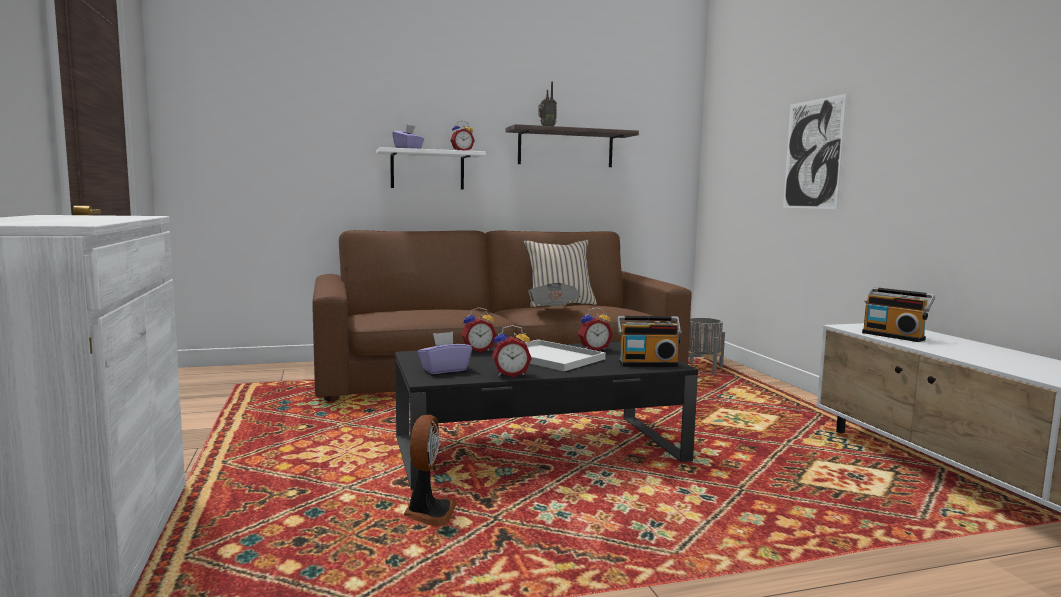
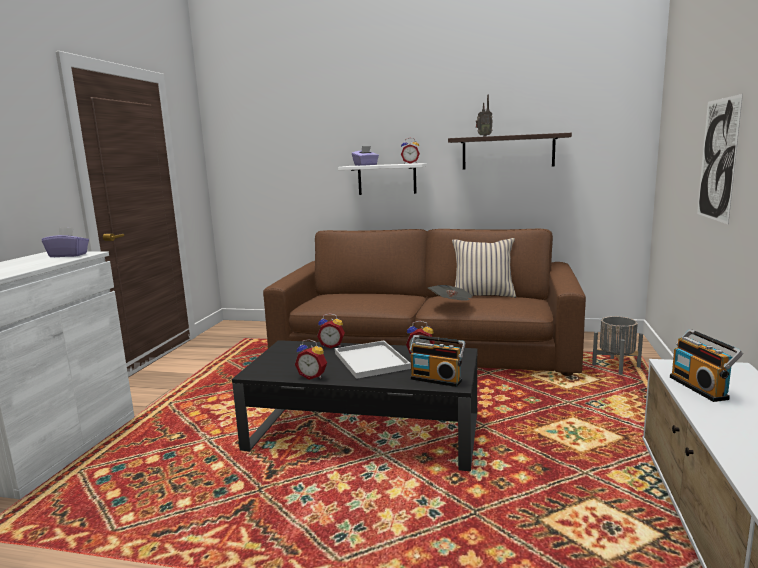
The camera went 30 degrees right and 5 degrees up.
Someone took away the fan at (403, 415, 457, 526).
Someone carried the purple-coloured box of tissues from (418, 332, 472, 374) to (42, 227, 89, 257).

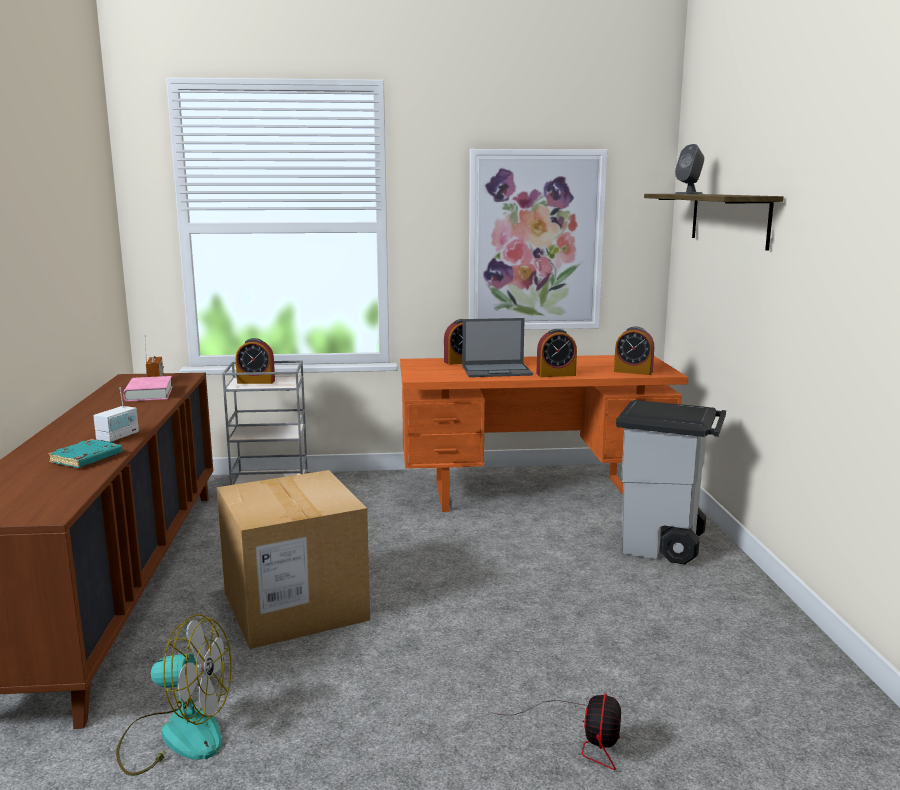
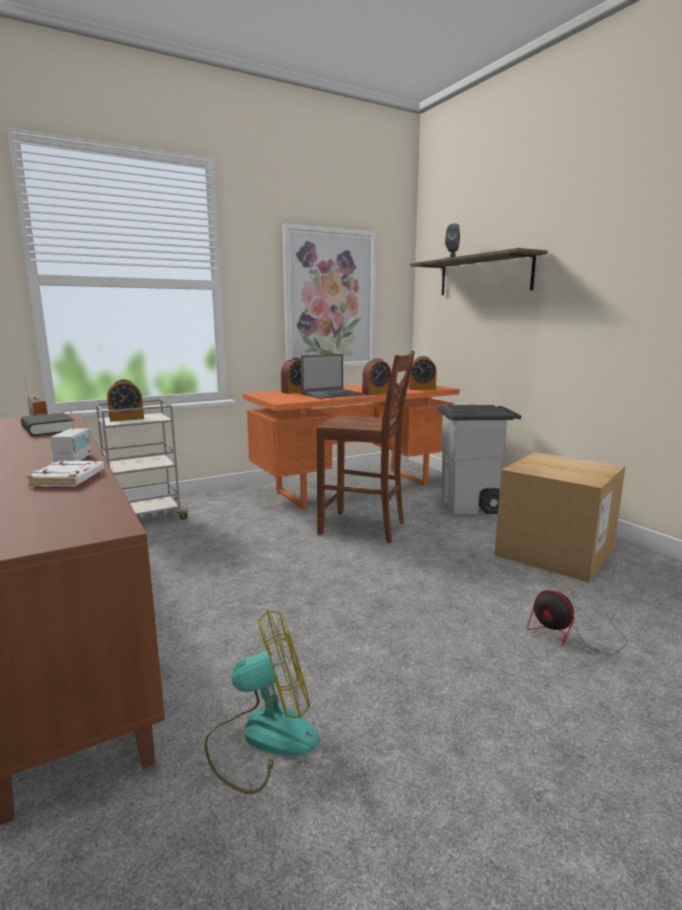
The camera went 25 degrees left and 0 degrees up.
Someone repainted the turquoise volume at (48, 439, 122, 468), which became the white-coloured volume at (26, 461, 104, 487).
Someone repainted the pinkish volume at (123, 376, 173, 402), which became the blackish volume at (21, 412, 74, 436).
Someone carried the carton from (217, 470, 370, 649) to (495, 452, 625, 583).
Someone rotated the fan at (494, 693, 621, 770) by 150 degrees clockwise.
Someone put down the brown plain chair at (317, 351, 415, 543).

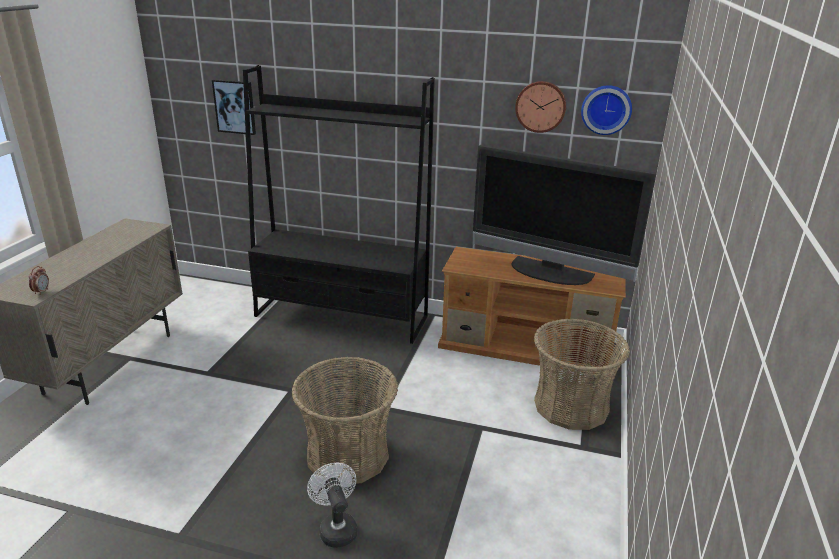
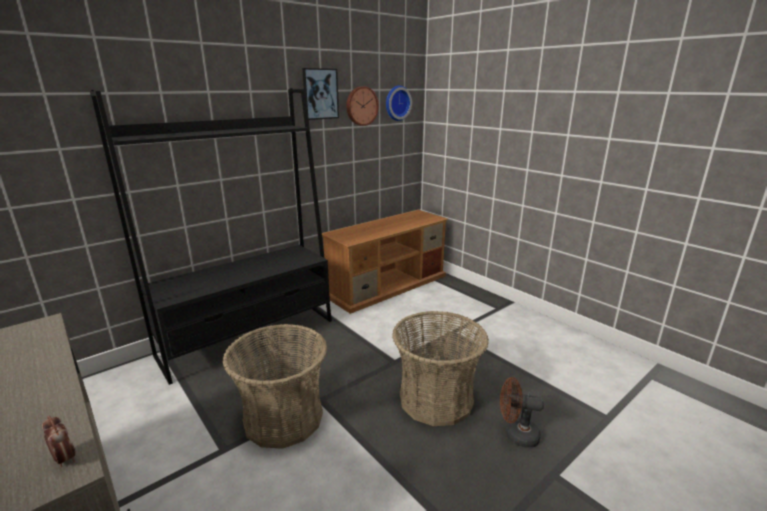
The camera went 55 degrees left and 5 degrees down.
Someone carried the wall picture from (212, 79, 256, 135) to (302, 68, 339, 120).
Someone repainted the white-coloured fan at (307, 463, 357, 548), which became the brown fan at (500, 377, 544, 448).
Someone took away the television at (473, 145, 656, 285).
Someone carried the basket from (534, 319, 630, 430) to (222, 324, 327, 449).

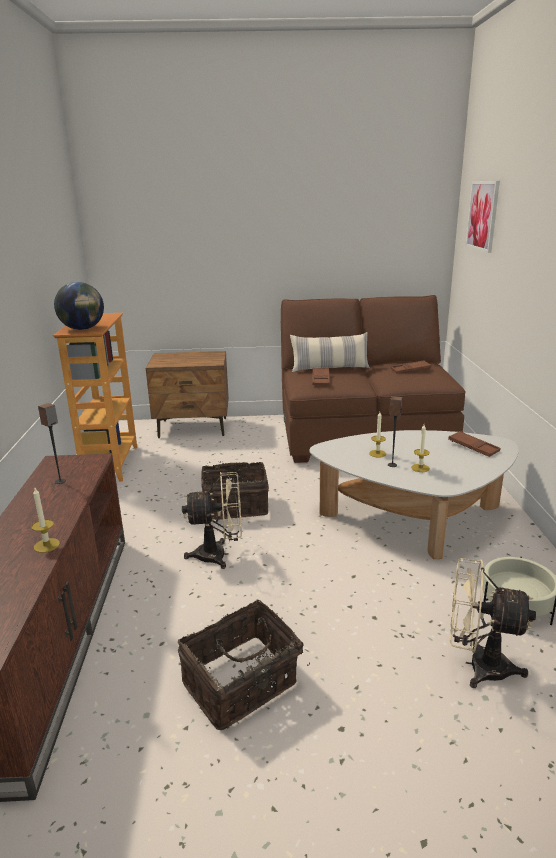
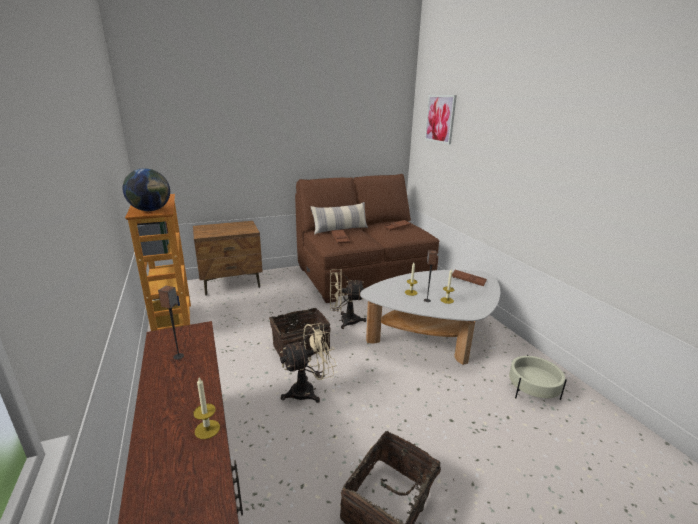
The camera went 20 degrees left and 0 degrees up.
Someone carried the beige fan from (450, 558, 536, 688) to (330, 269, 366, 329).

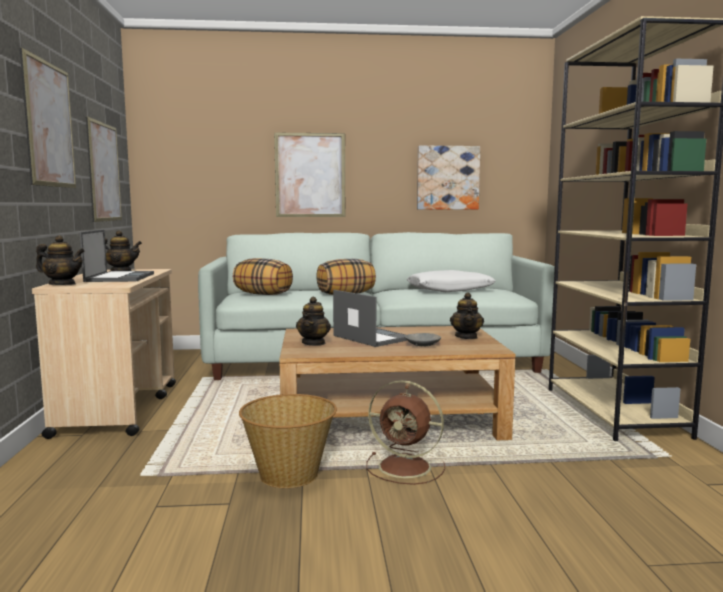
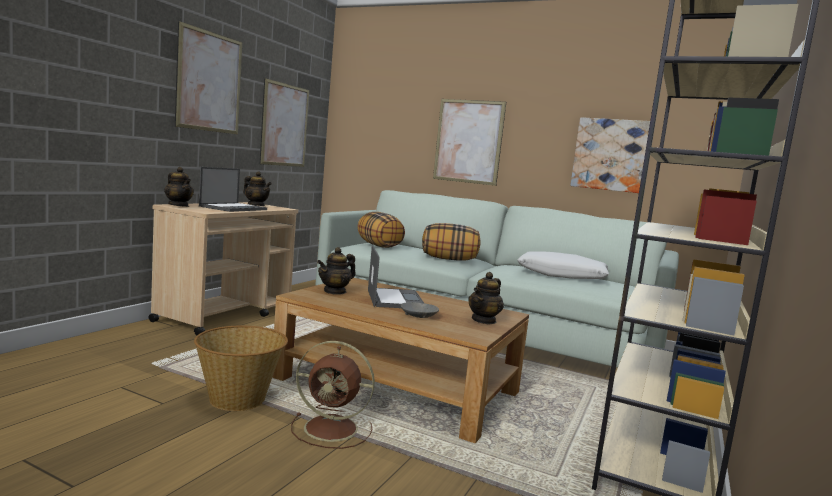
The camera went 30 degrees right and 0 degrees up.
Someone rotated the brown fan at (366, 380, 445, 485) by 45 degrees counterclockwise.

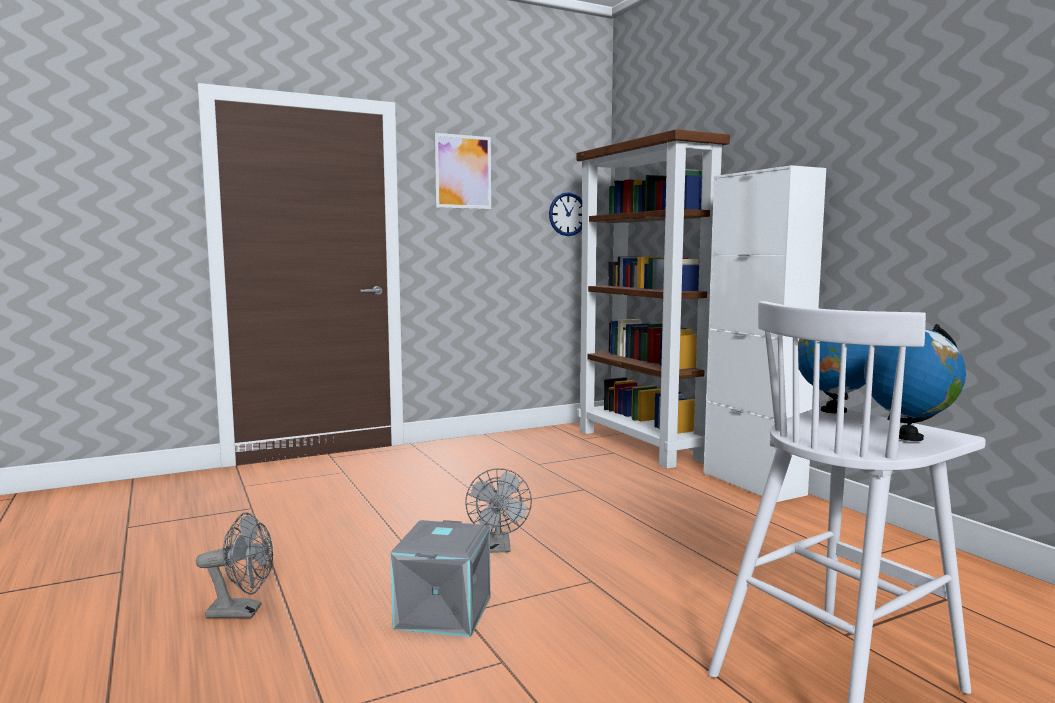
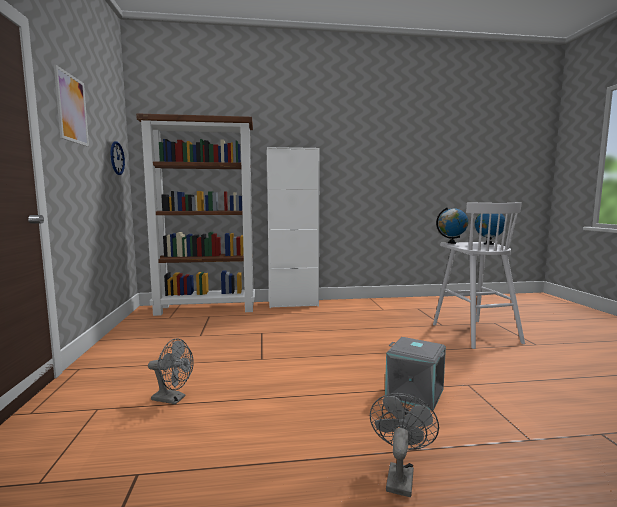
The camera went 70 degrees left and 0 degrees up.
Someone carried the greyish fan from (465, 468, 532, 553) to (148, 338, 194, 405).

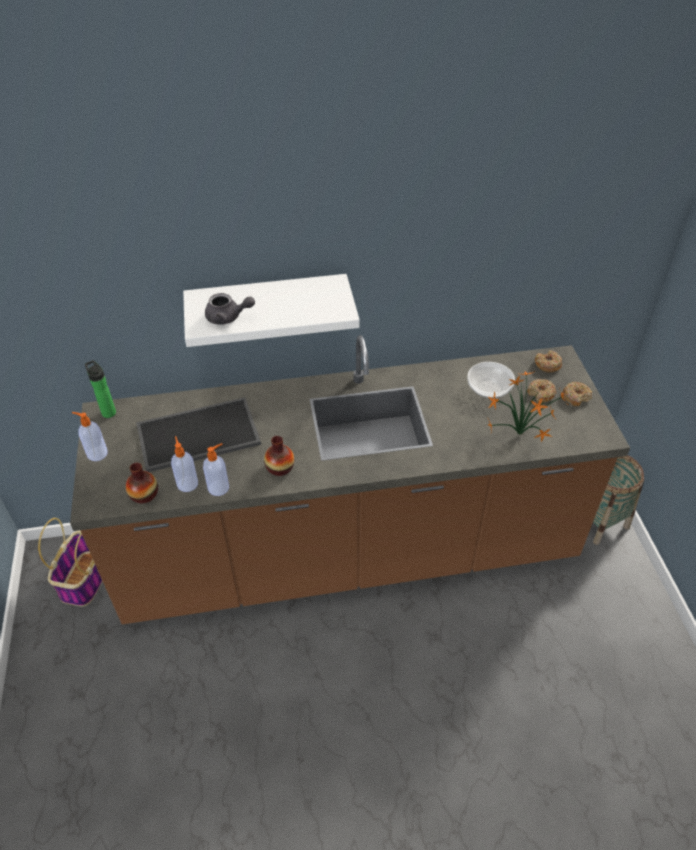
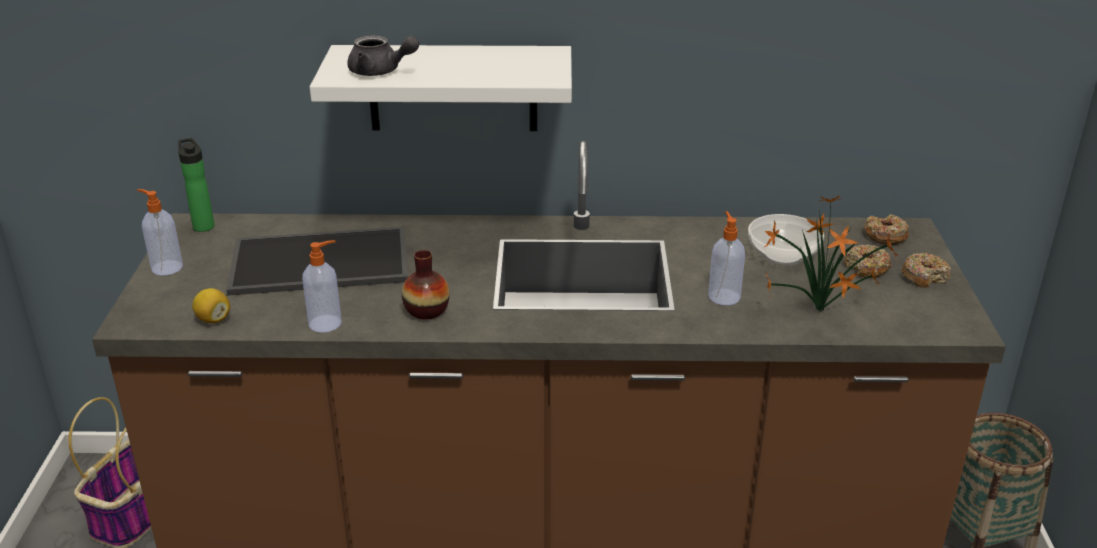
The camera went 10 degrees right and 15 degrees down.
Someone swapped the vase at (126, 463, 158, 503) for the whole lemon at (192, 288, 230, 323).
Someone carried the soap dispenser from (171, 436, 198, 492) to (708, 211, 745, 305).

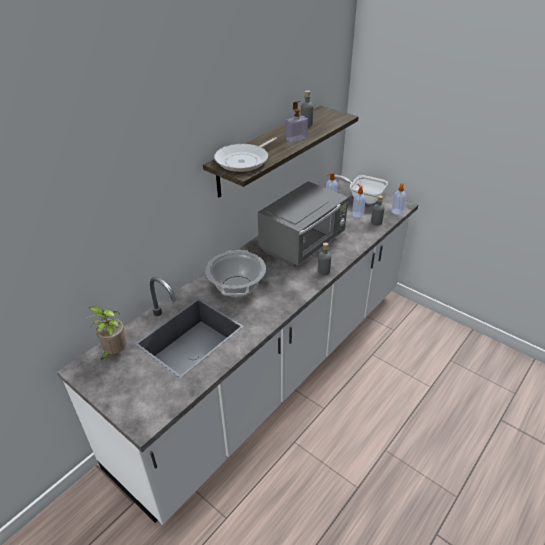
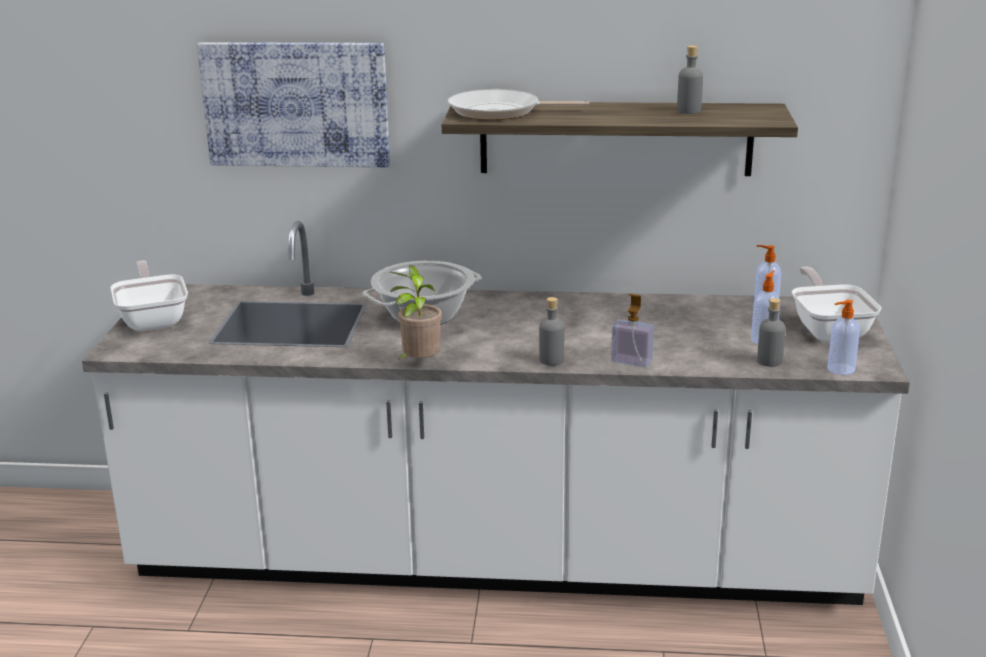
The camera went 55 degrees right and 15 degrees down.
Someone carried the houseplant from (86, 306, 126, 360) to (390, 265, 442, 359).
Someone took away the greyish kitchen microwave at (258, 181, 348, 267).
Someone carried the soap dispenser from (286, 101, 308, 143) to (611, 294, 654, 367).
Someone put down the skillet at (111, 260, 188, 331).
Someone put up the wall picture at (197, 42, 390, 167).

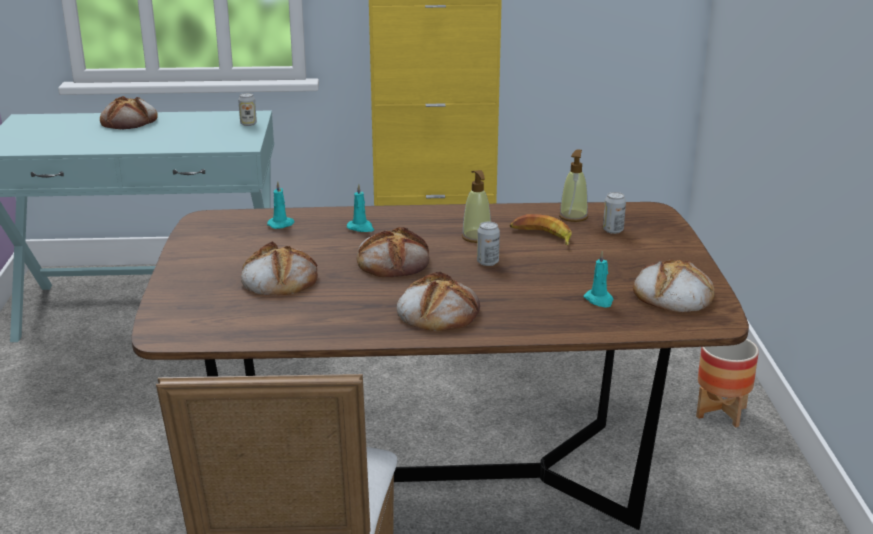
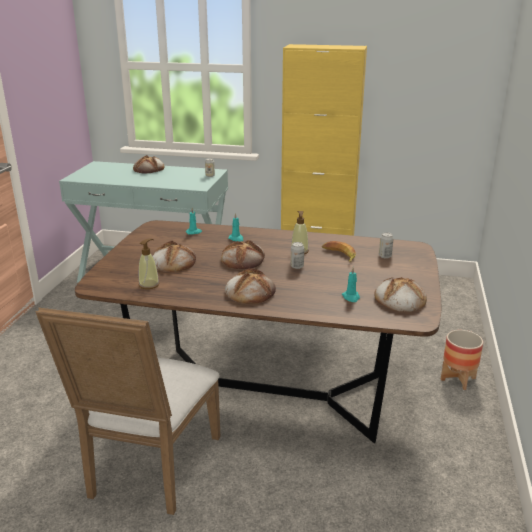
The camera went 15 degrees right and 0 degrees up.
Someone carried the soap dispenser from (559, 149, 588, 222) to (139, 238, 159, 289).

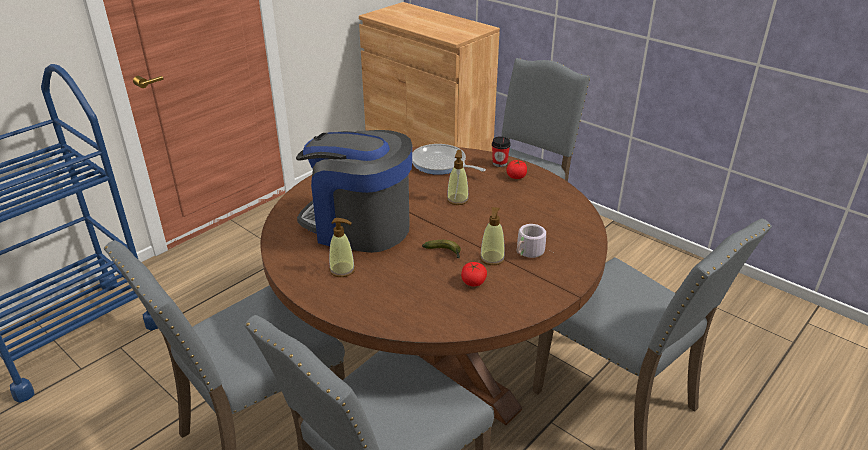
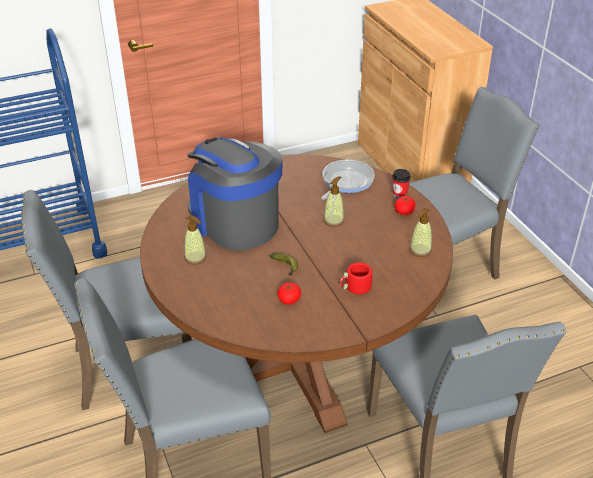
The camera went 25 degrees right and 5 degrees up.
Someone rotated the skillet at (412, 144, 486, 175) by 60 degrees clockwise.
Someone carried the soap dispenser from (480, 207, 505, 265) to (410, 208, 432, 257).
Someone repainted the greyish mug at (517, 224, 553, 258), which became the red mug at (340, 262, 377, 294).

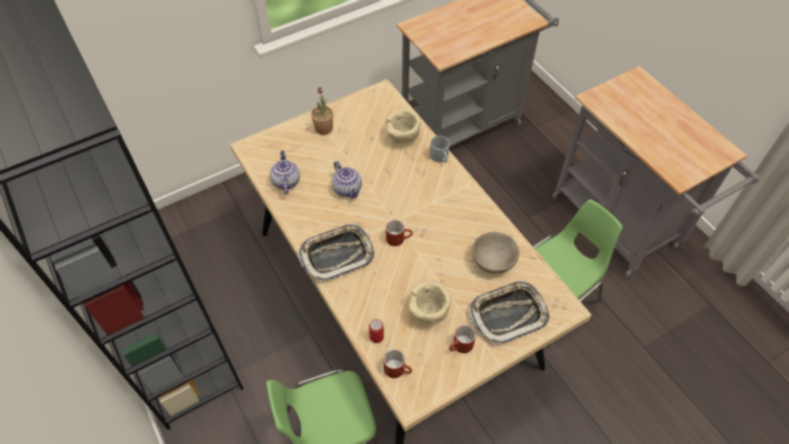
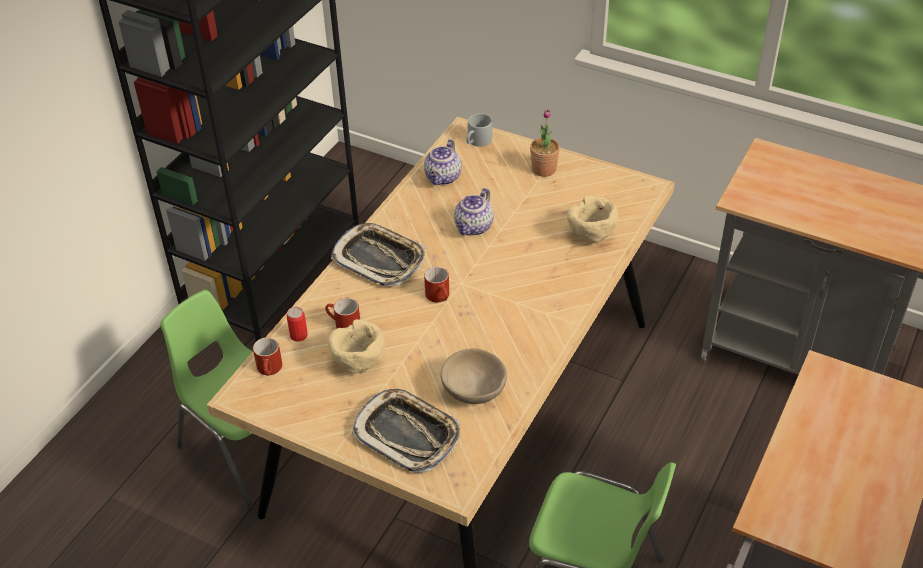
The camera went 60 degrees right and 10 degrees down.
Someone rotated the teapot at (270, 150, 300, 194) by 150 degrees clockwise.
Someone carried the greyish mug from (430, 136, 450, 163) to (466, 113, 492, 147).
Someone carried the red mug from (449, 325, 476, 353) to (325, 298, 360, 329).

